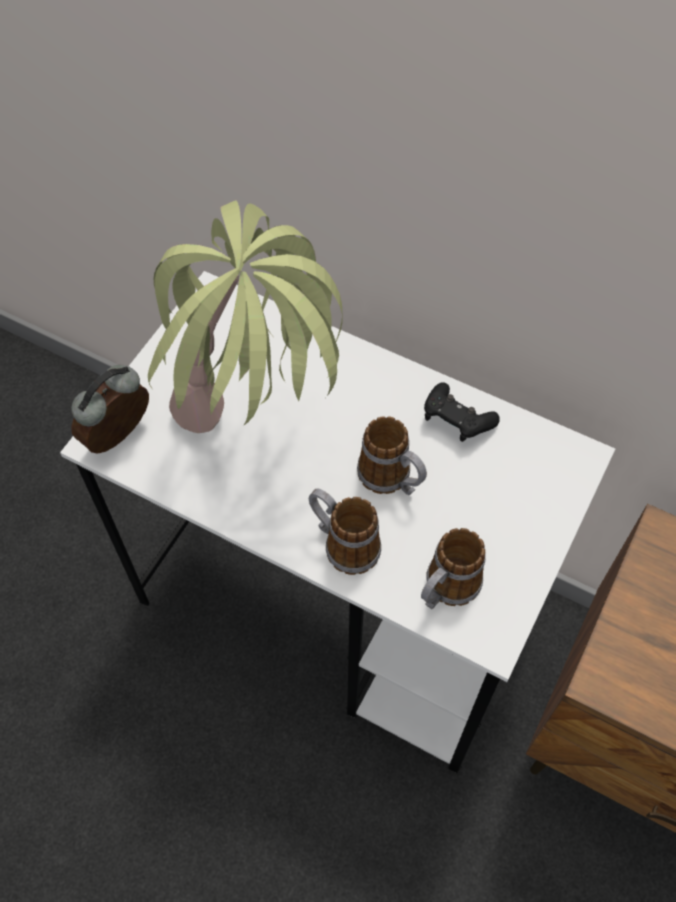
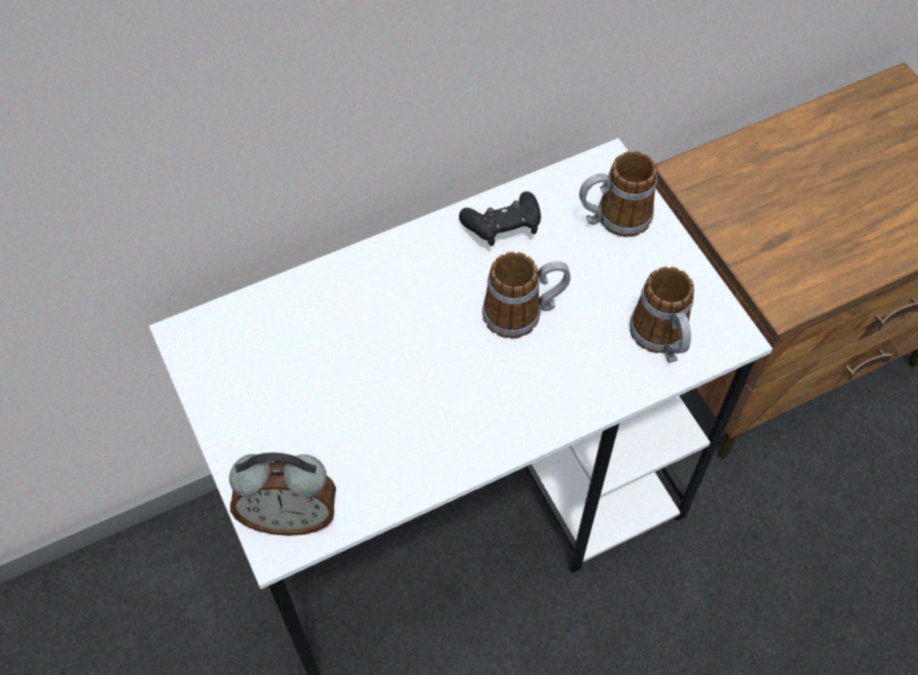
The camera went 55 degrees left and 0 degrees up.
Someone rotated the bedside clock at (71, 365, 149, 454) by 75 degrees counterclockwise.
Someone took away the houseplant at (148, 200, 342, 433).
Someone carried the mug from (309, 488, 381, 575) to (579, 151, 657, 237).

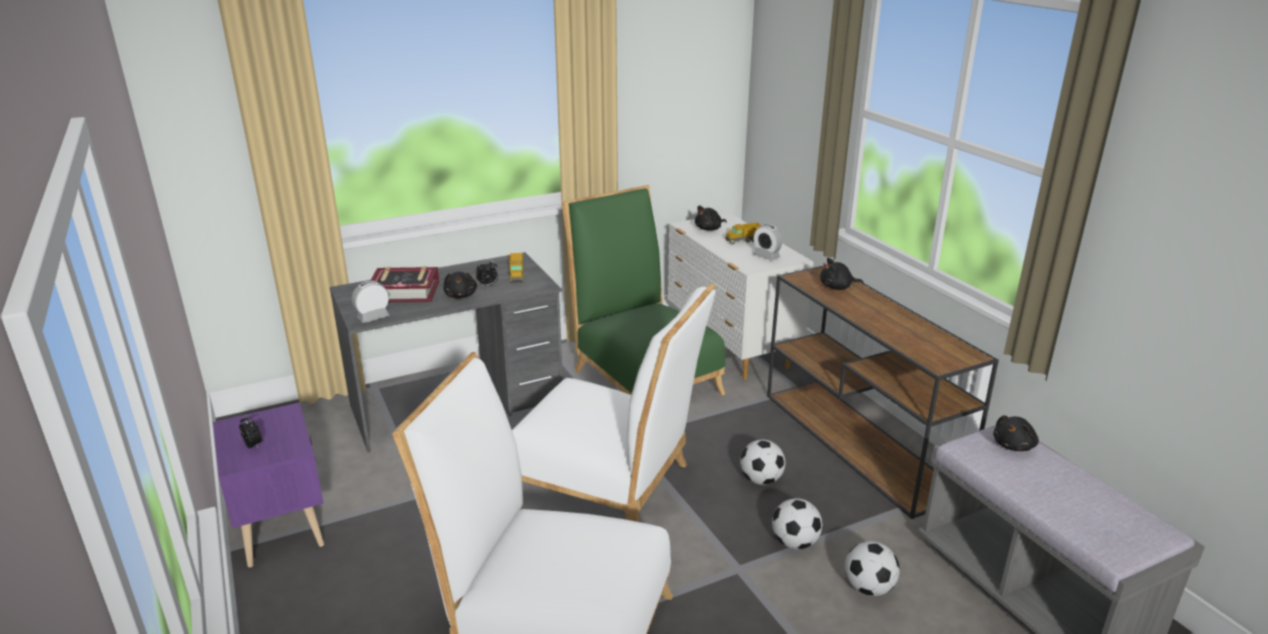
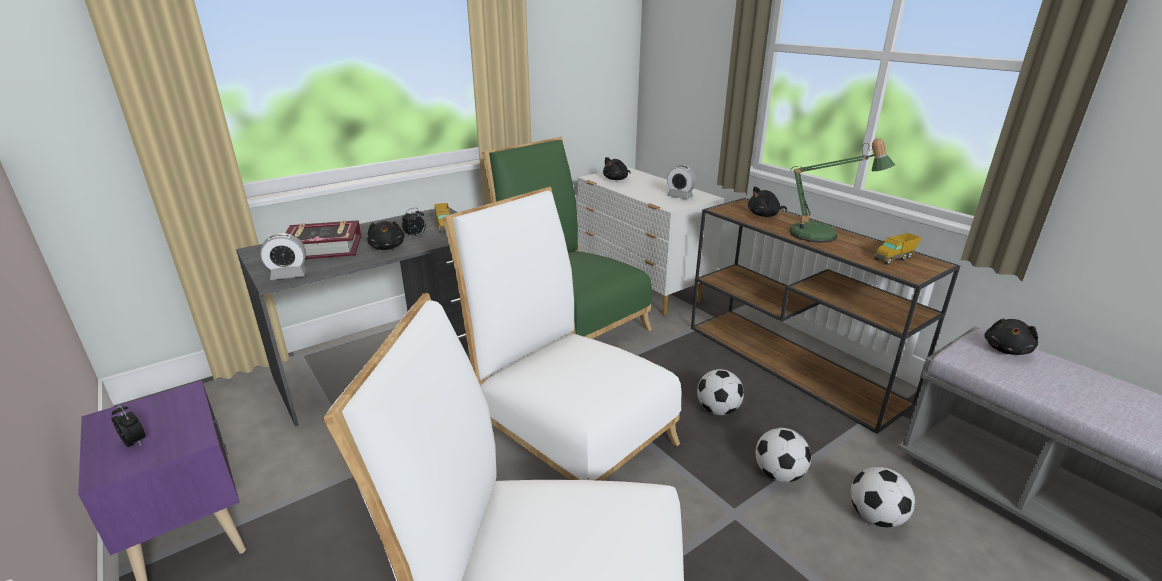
The camera went 10 degrees left and 0 degrees up.
Someone rotated the bedside clock at (352, 281, 389, 323) by 150 degrees counterclockwise.
Someone rotated the white-coloured plain chair at (512, 284, 716, 522) by 150 degrees counterclockwise.
Someone carried the model truck from (725, 223, 761, 244) to (874, 233, 922, 265).
Someone put down the tabletop lamp at (790, 139, 895, 243).

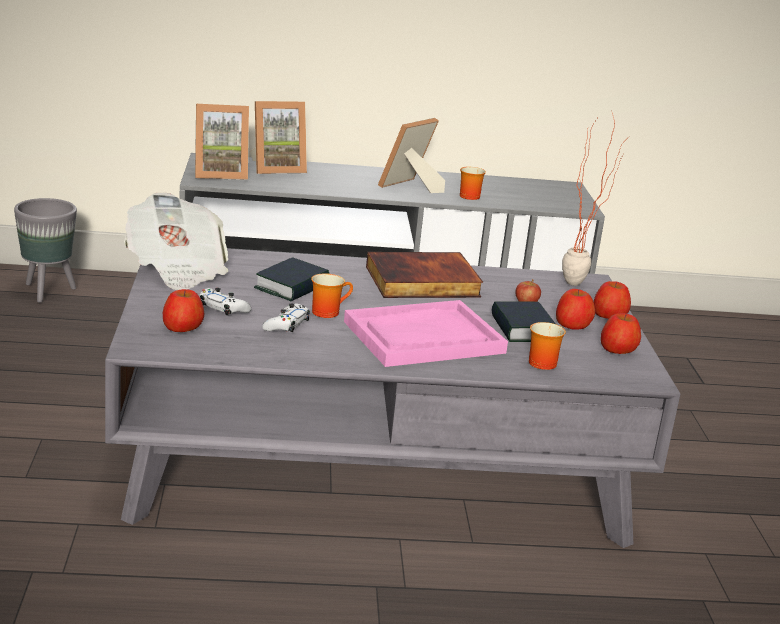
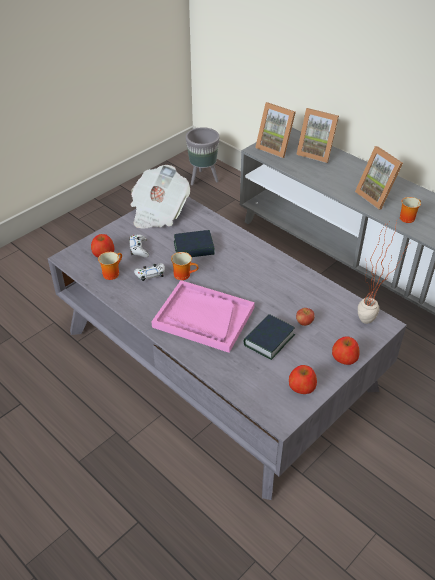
The camera went 50 degrees right and 20 degrees up.
Someone took away the volume at (366, 252, 483, 298).
Someone rotated the standing frame at (378, 118, 445, 193) by 120 degrees counterclockwise.
Someone carried the mug from (529, 322, 566, 370) to (98, 252, 122, 280).
Someone took away the apple fruit at (556, 289, 595, 330).

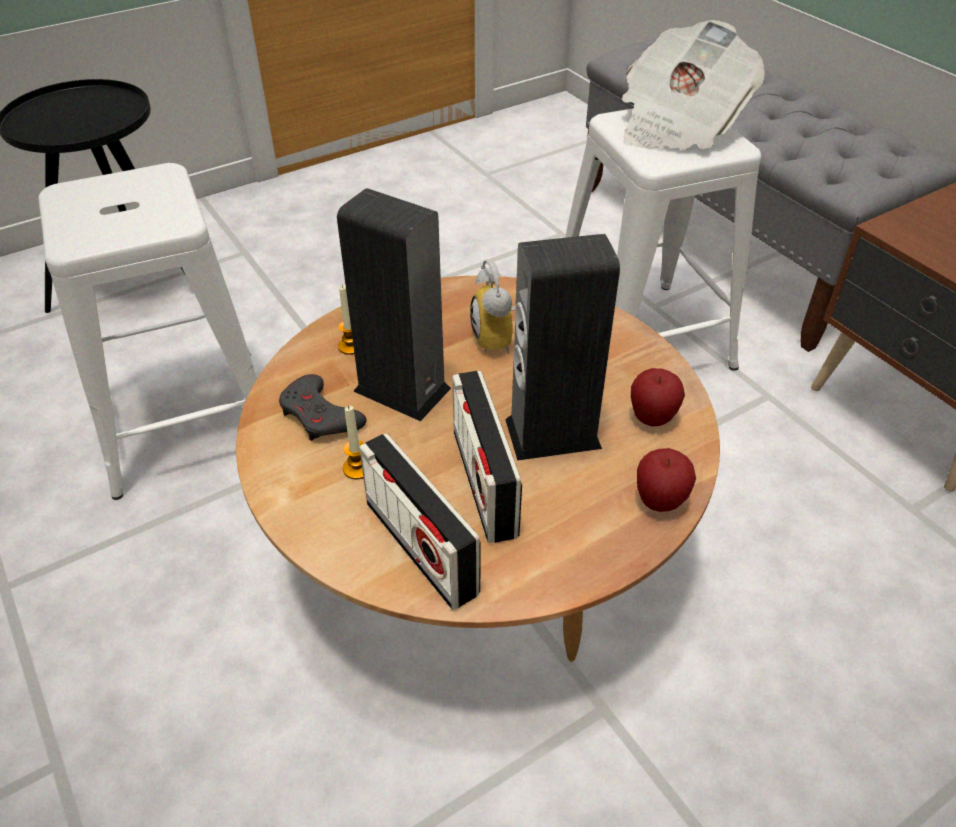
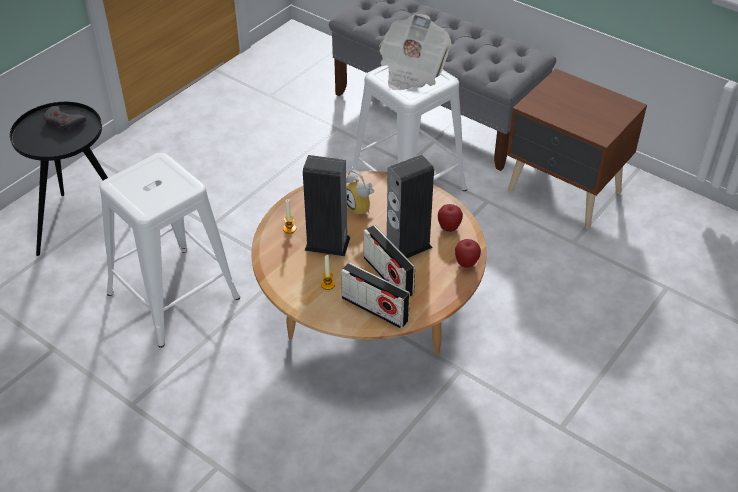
The camera went 20 degrees left and 0 degrees up.
Someone carried the greyish game controller from (279, 374, 367, 441) to (44, 106, 86, 131).

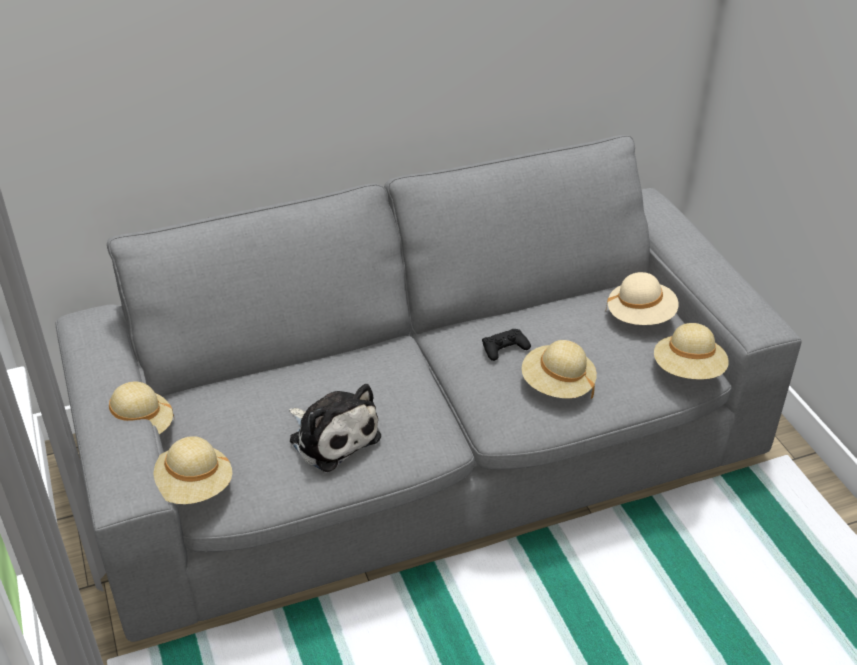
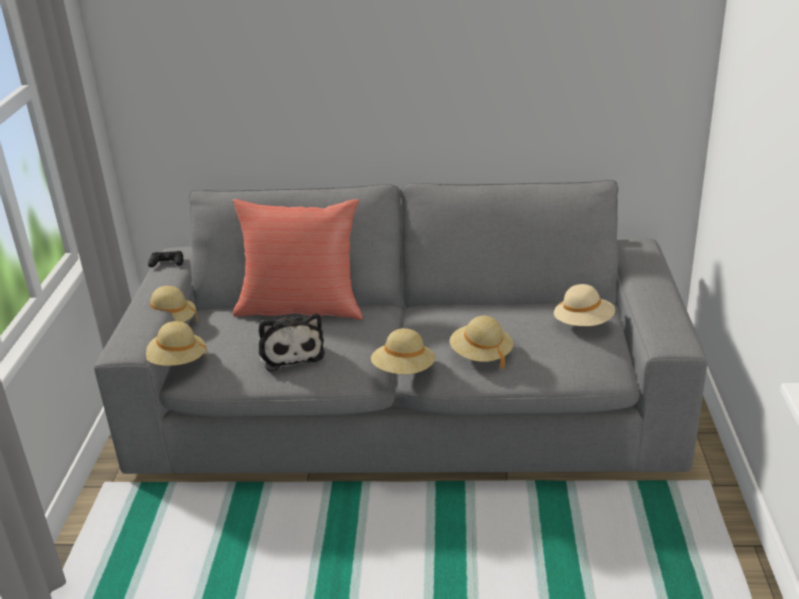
The camera went 25 degrees right and 10 degrees down.
Someone carried the blackish game controller from (482, 329, 531, 361) to (148, 251, 183, 267).
Someone carried the beige hat from (654, 323, 729, 379) to (371, 328, 436, 374).
Someone put down the red cushion at (233, 199, 363, 320).

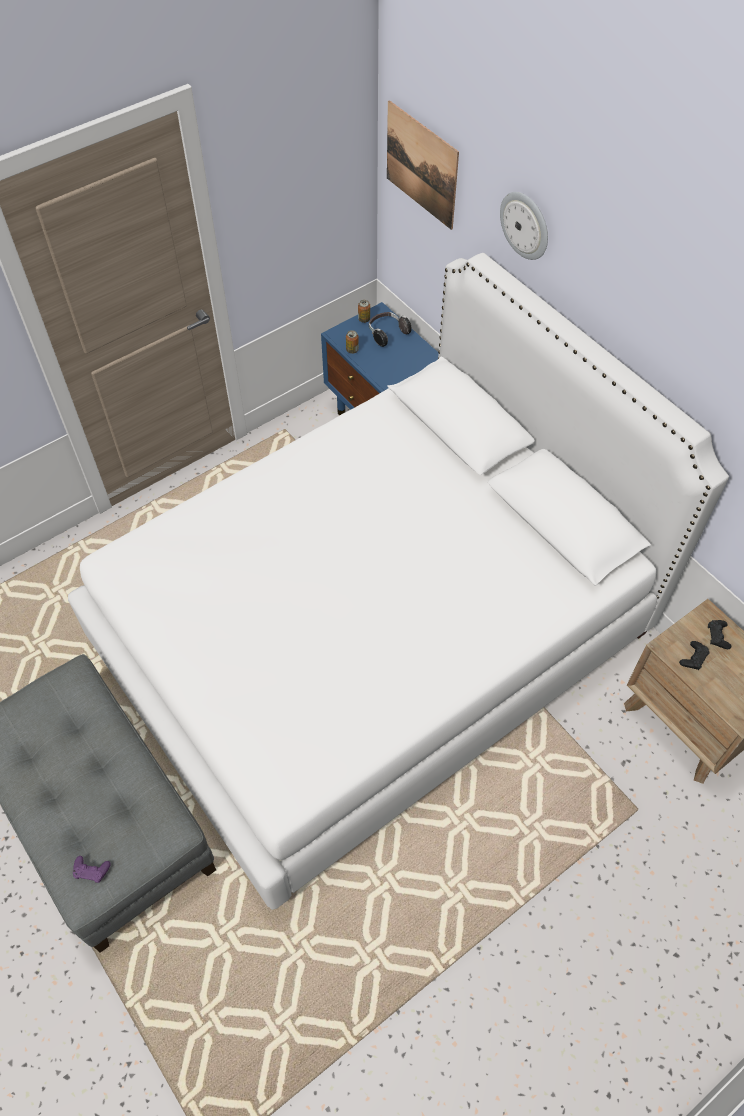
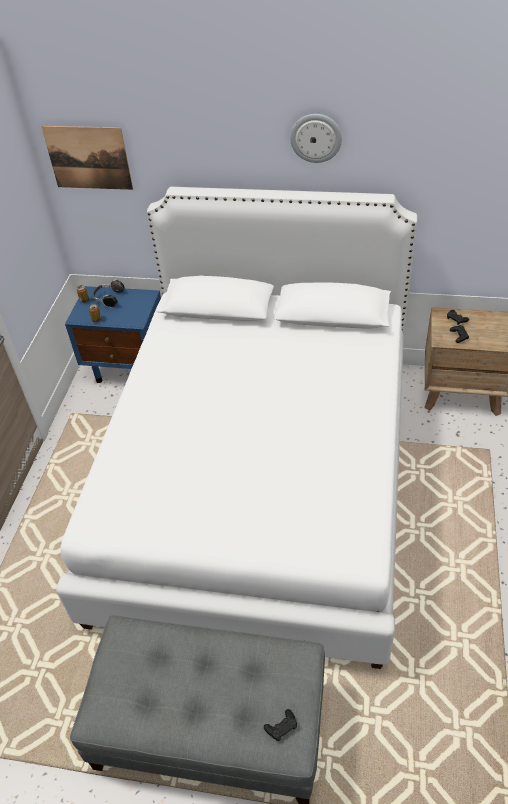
The camera went 40 degrees left and 10 degrees down.
Someone repainted the purple-coloured game controller at (73, 856, 111, 883), which became the blackish game controller at (264, 709, 297, 741).
Someone carried the clock on the wall from (500, 192, 548, 260) to (290, 114, 342, 163).

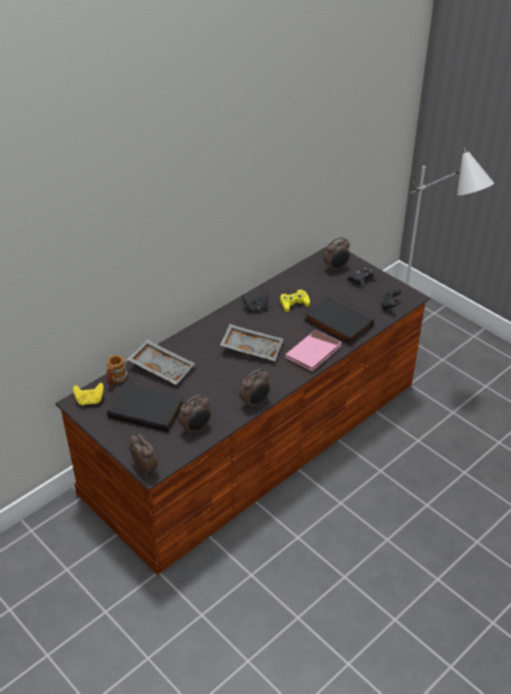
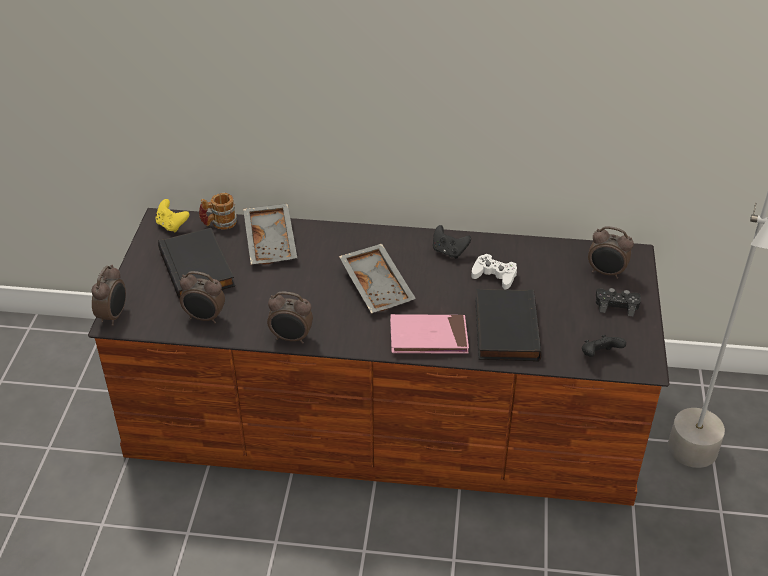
The camera went 50 degrees right and 0 degrees up.
Someone repainted the yellowish game controller at (280, 289, 310, 312), which became the white-coloured game controller at (471, 254, 517, 289).

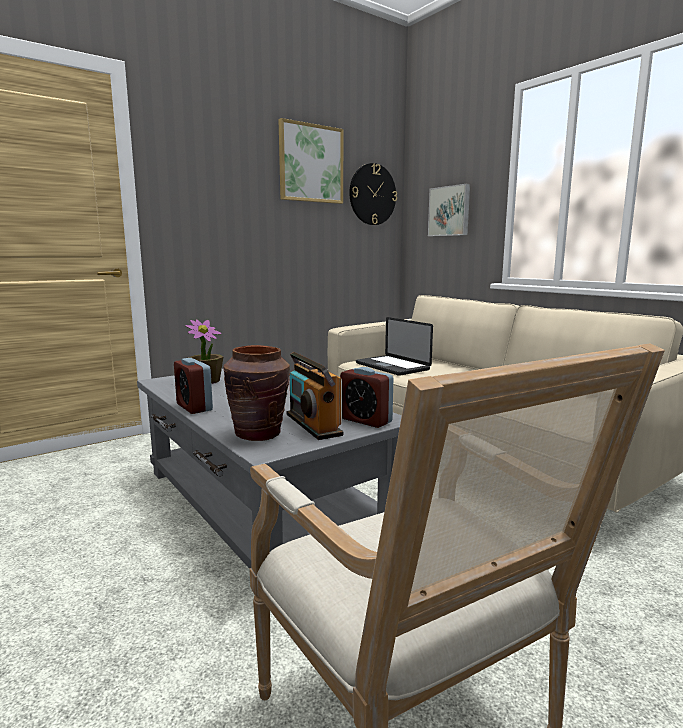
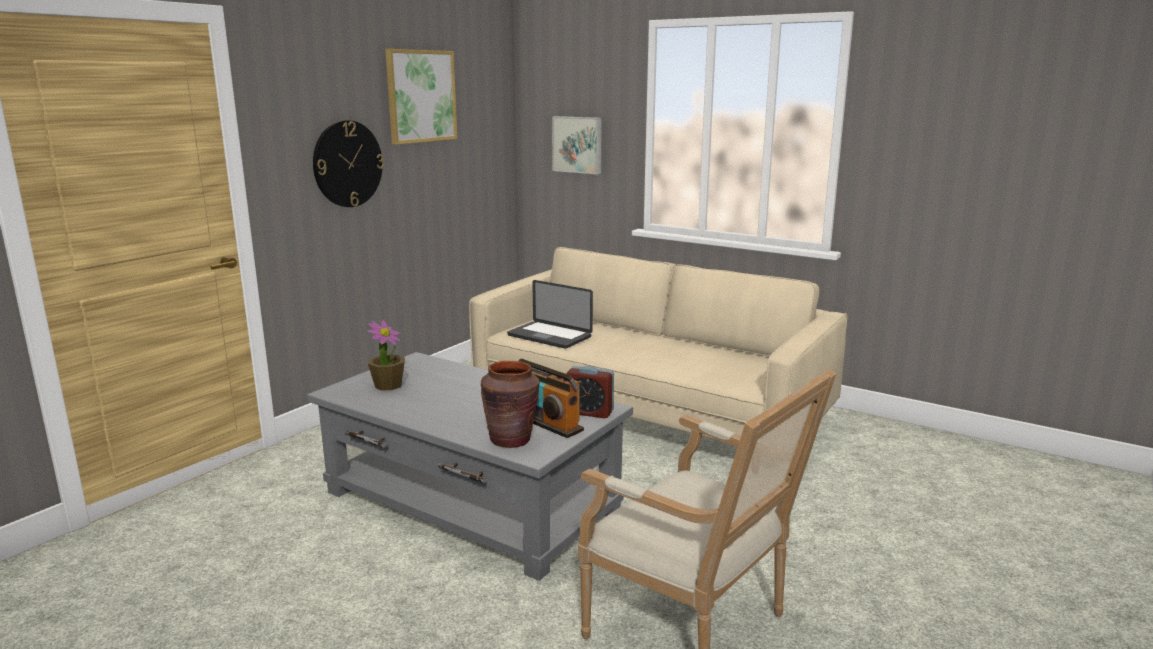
The camera went 20 degrees left and 5 degrees up.
Someone took away the bedside clock at (174, 358, 213, 414).
Someone carried the clock on the wall from (349, 163, 397, 225) to (313, 120, 384, 207).

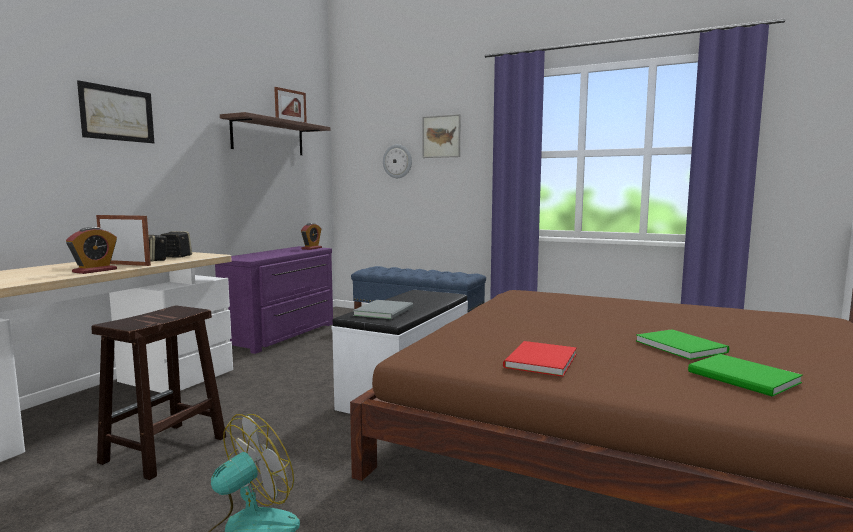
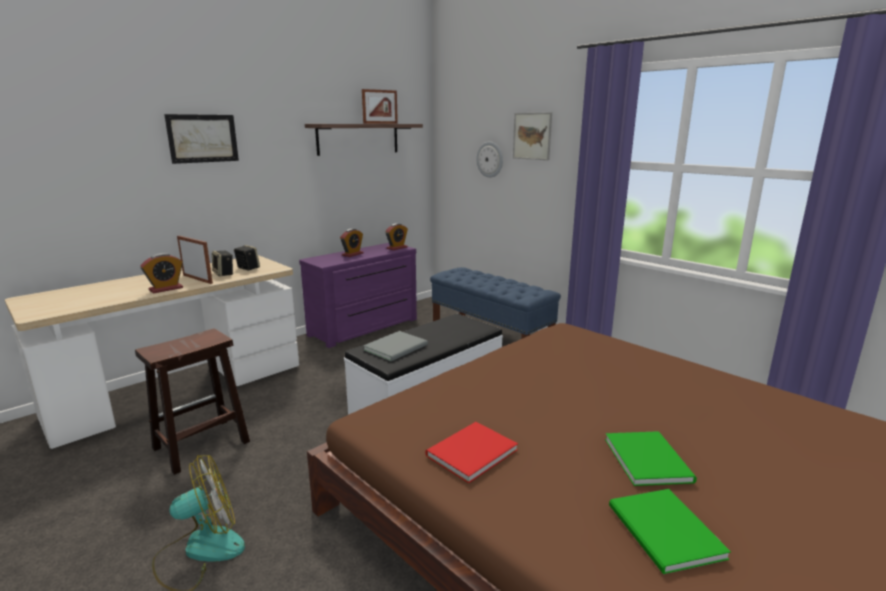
The camera went 20 degrees right and 10 degrees up.
Someone put down the bedside clock at (340, 229, 364, 257).

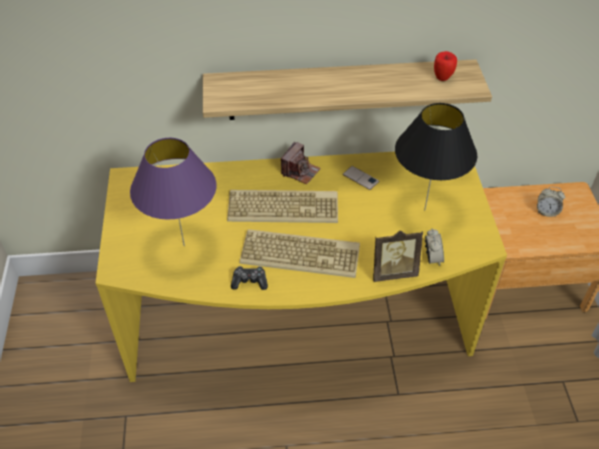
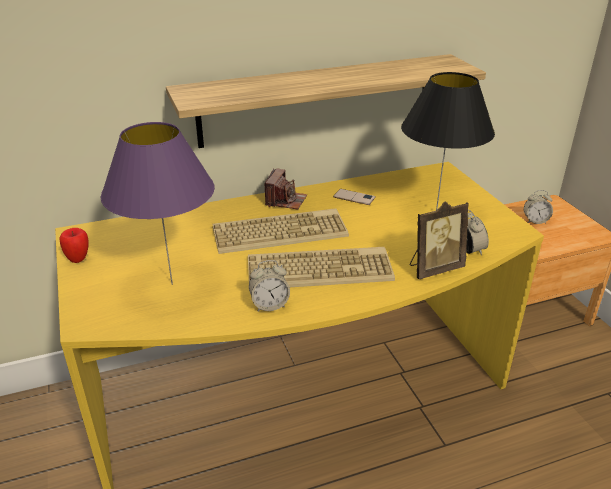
The camera went 15 degrees left and 15 degrees down.
Someone swapped the game controller at (231, 266, 268, 290) for the bedside clock at (249, 260, 290, 312).
Someone carried the apple fruit from (434, 51, 457, 81) to (59, 228, 89, 263).

